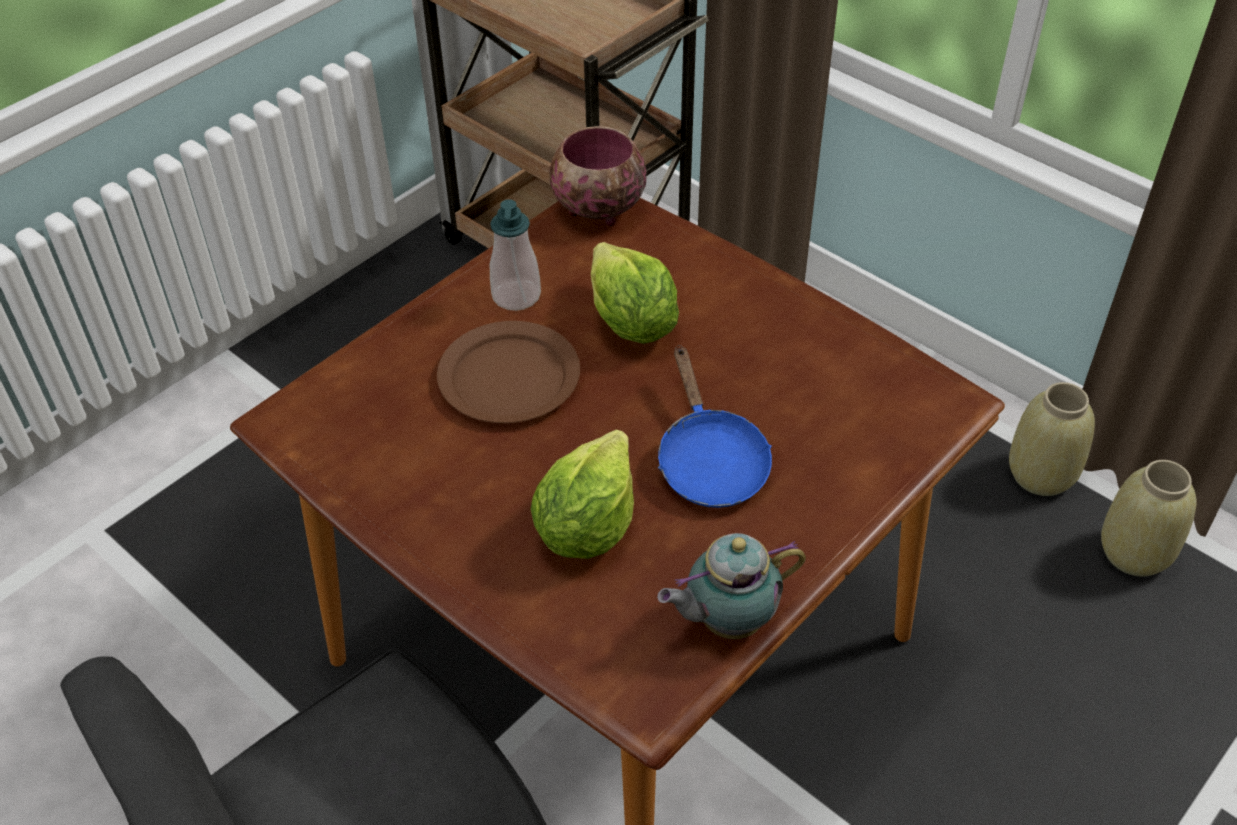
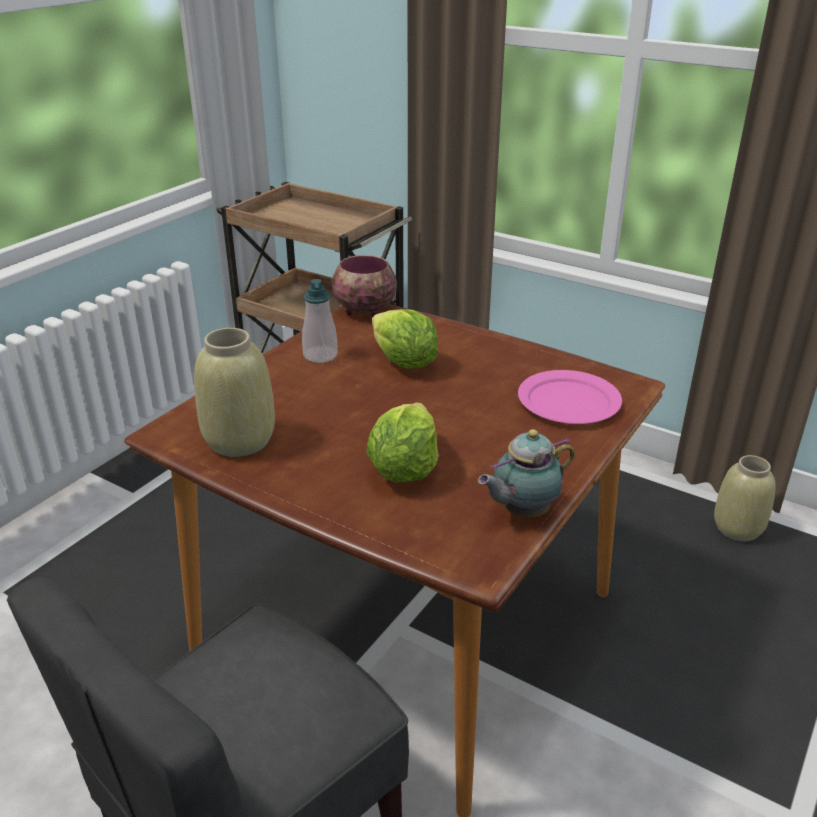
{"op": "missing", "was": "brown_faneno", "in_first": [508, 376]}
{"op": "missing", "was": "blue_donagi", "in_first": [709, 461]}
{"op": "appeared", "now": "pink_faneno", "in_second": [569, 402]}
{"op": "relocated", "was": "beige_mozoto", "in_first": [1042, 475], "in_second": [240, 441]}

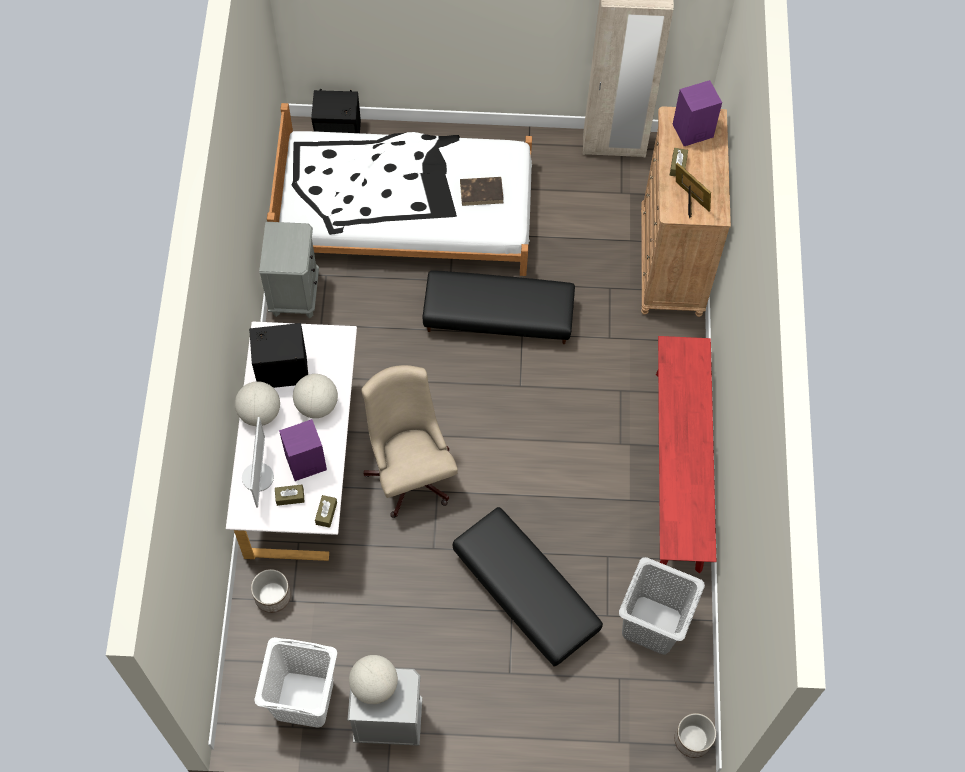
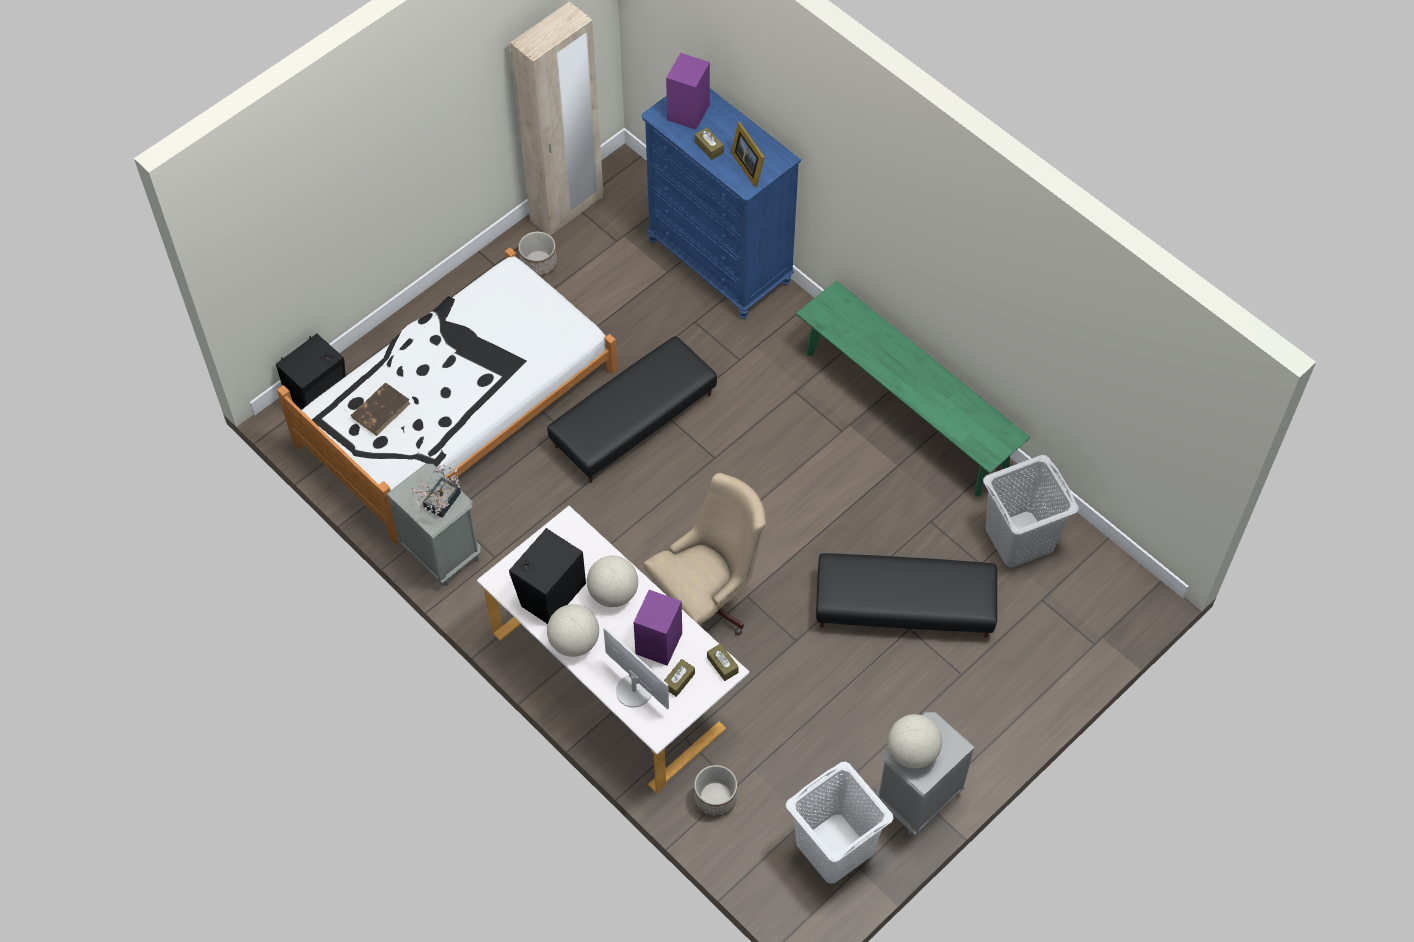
{"op": "appeared", "now": "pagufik", "in_second": [439, 504]}
{"op": "relocated", "was": "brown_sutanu", "in_first": [482, 192], "in_second": [381, 410]}
{"op": "relocated", "was": "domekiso", "in_first": [692, 739], "in_second": [538, 264]}
{"op": "colour", "was": "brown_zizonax", "now": "blue_zizonax", "in_first": [671, 263], "in_second": [720, 262]}
{"op": "colour", "was": "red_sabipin", "now": "green_sabipin", "in_first": [678, 469], "in_second": [906, 410]}
{"op": "spun", "was": "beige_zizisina", "in_first": [410, 471], "in_second": [707, 601], "clockwise": 120}
{"op": "spun", "was": "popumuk", "in_first": [689, 200], "in_second": [749, 166], "clockwise": -120}

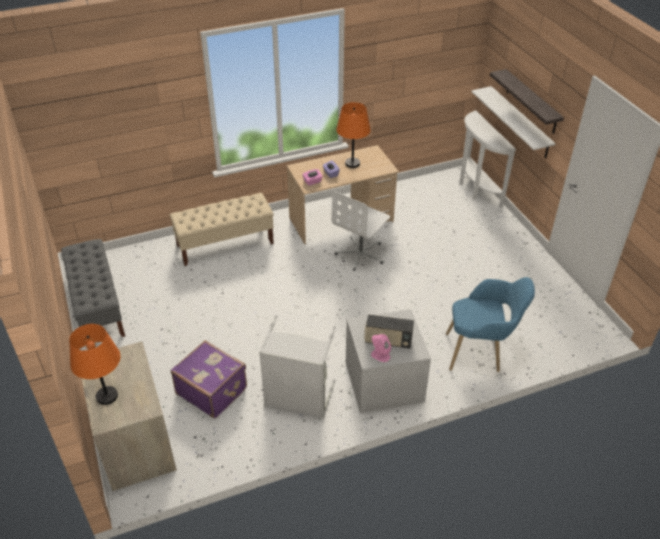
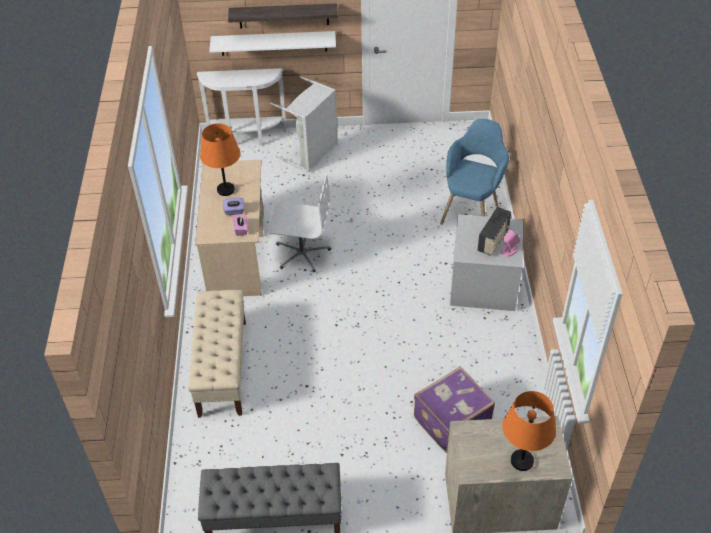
{"op": "relocated", "was": "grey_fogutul", "in_first": [298, 399], "in_second": [312, 153]}
{"op": "spun", "was": "white_zizisina", "in_first": [361, 254], "in_second": [301, 253], "clockwise": -45}

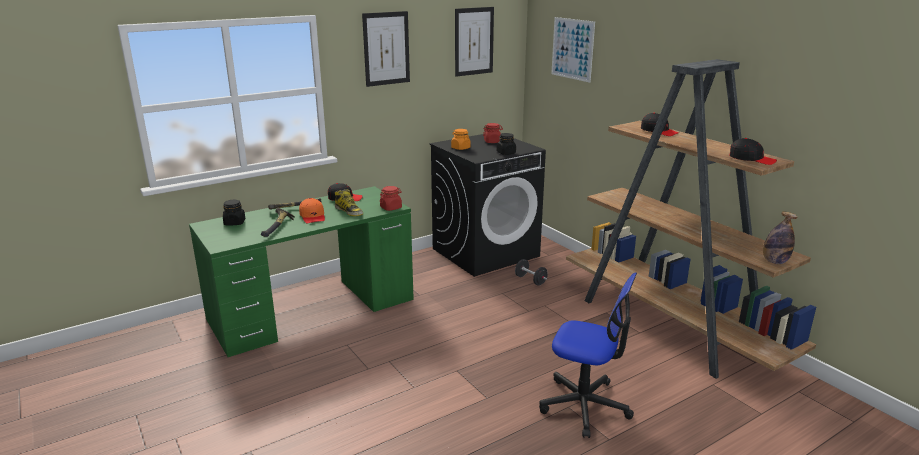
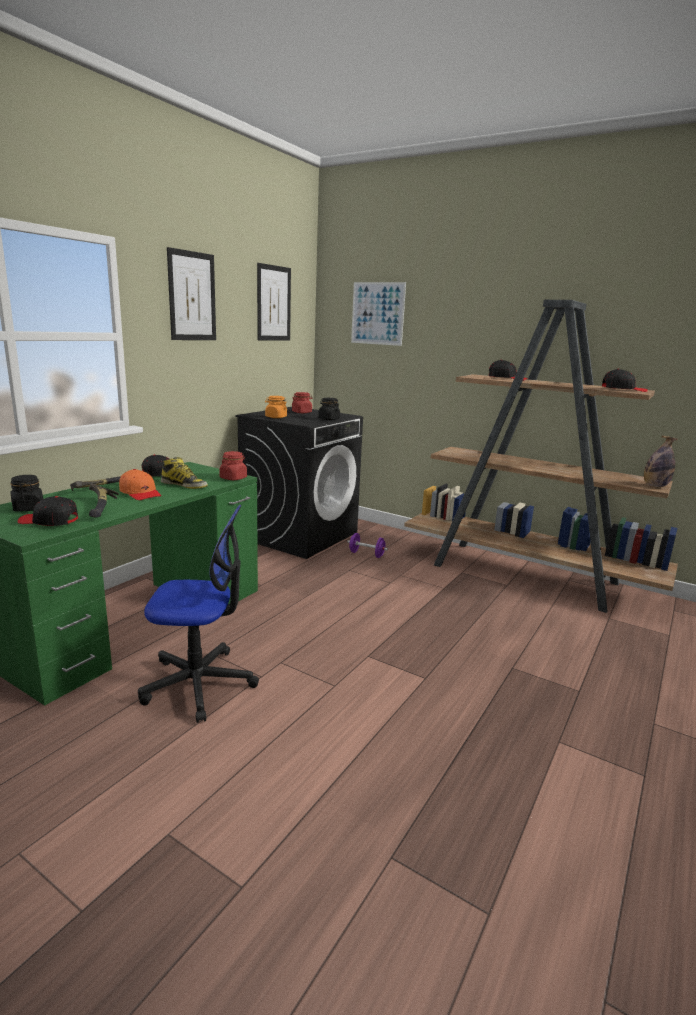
{"op": "appeared", "now": "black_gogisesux", "in_second": [49, 521]}
{"op": "relocated", "was": "zizisina", "in_first": [584, 405], "in_second": [199, 683]}
{"op": "colour", "was": "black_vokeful", "now": "purple_vokeful", "in_first": [530, 280], "in_second": [366, 554]}

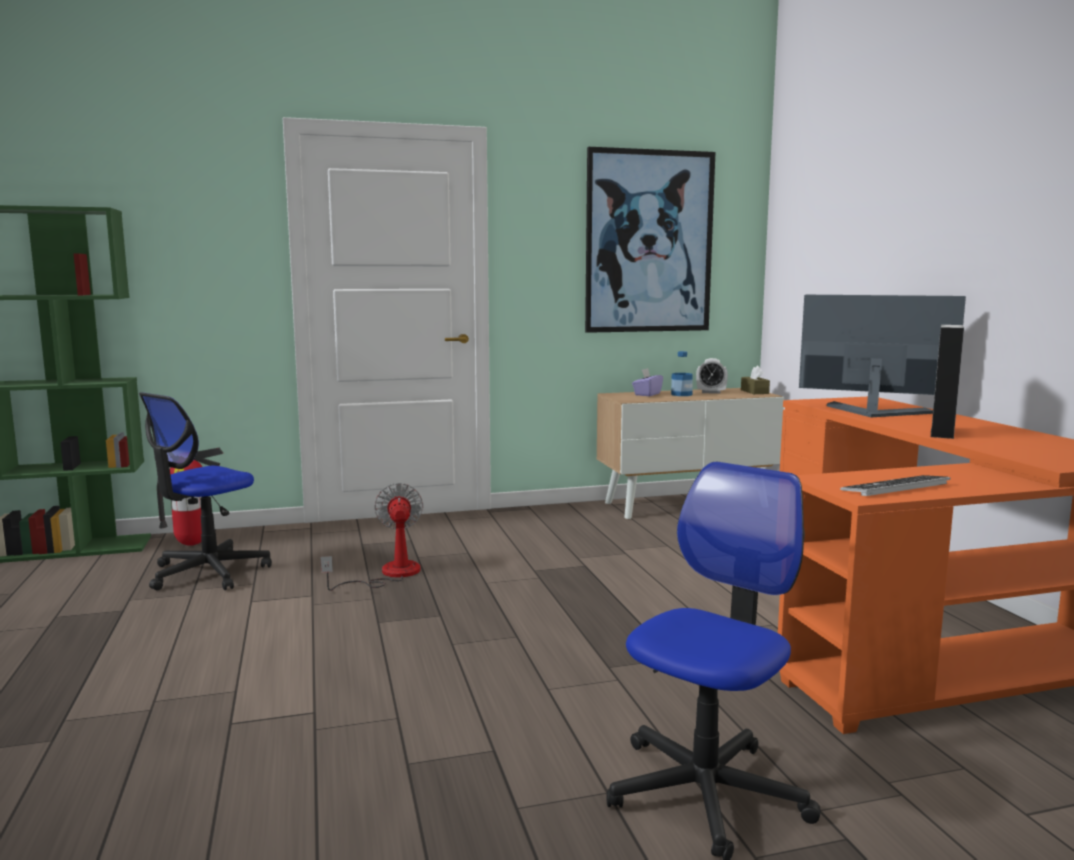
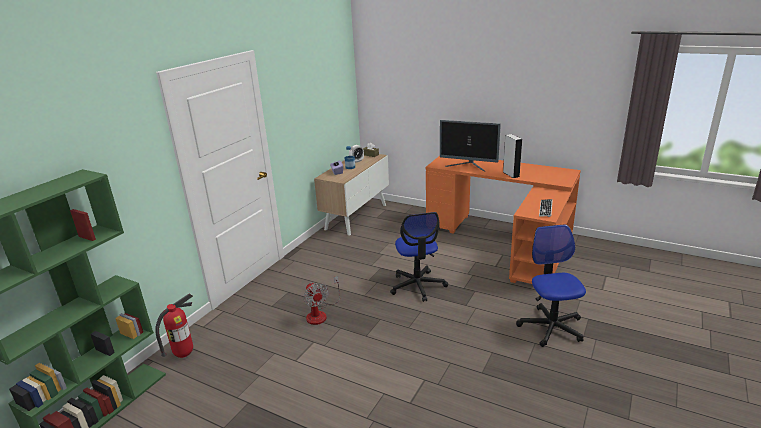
{"op": "missing", "was": "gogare", "in_first": [649, 242]}
{"op": "relocated", "was": "zizisina", "in_first": [208, 572], "in_second": [417, 286]}
{"op": "spun", "was": "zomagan", "in_first": [389, 574], "in_second": [320, 313], "clockwise": -150}
{"op": "spun", "was": "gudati", "in_first": [873, 412], "in_second": [468, 166], "clockwise": -135}

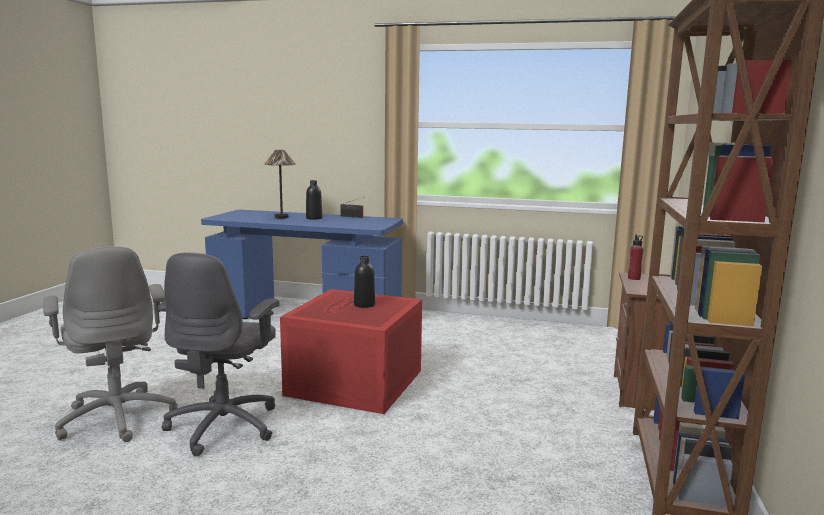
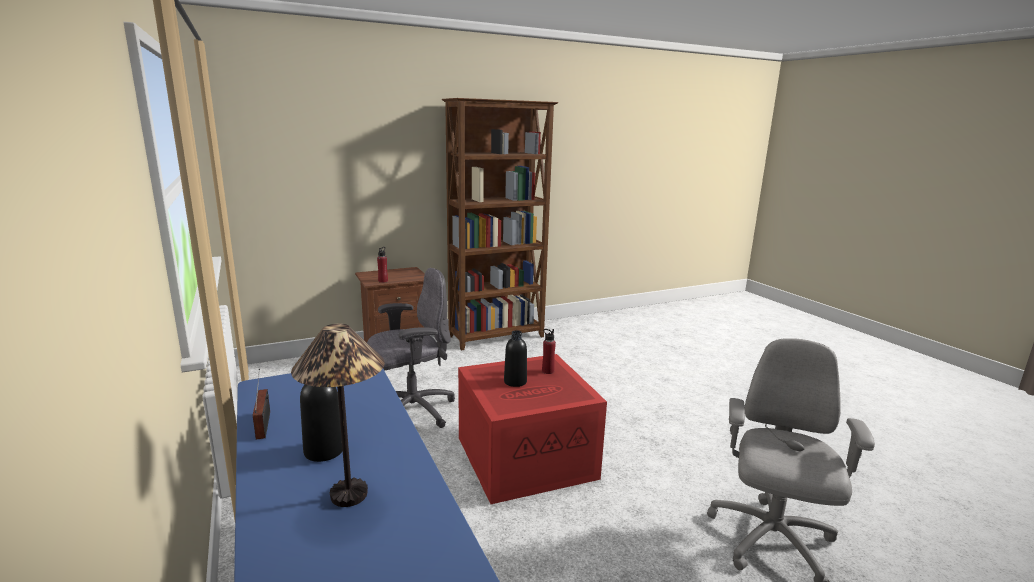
{"op": "appeared", "now": "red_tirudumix", "in_second": [548, 371]}
{"op": "relocated", "was": "grey_zizisina", "in_first": [225, 426], "in_second": [411, 411]}

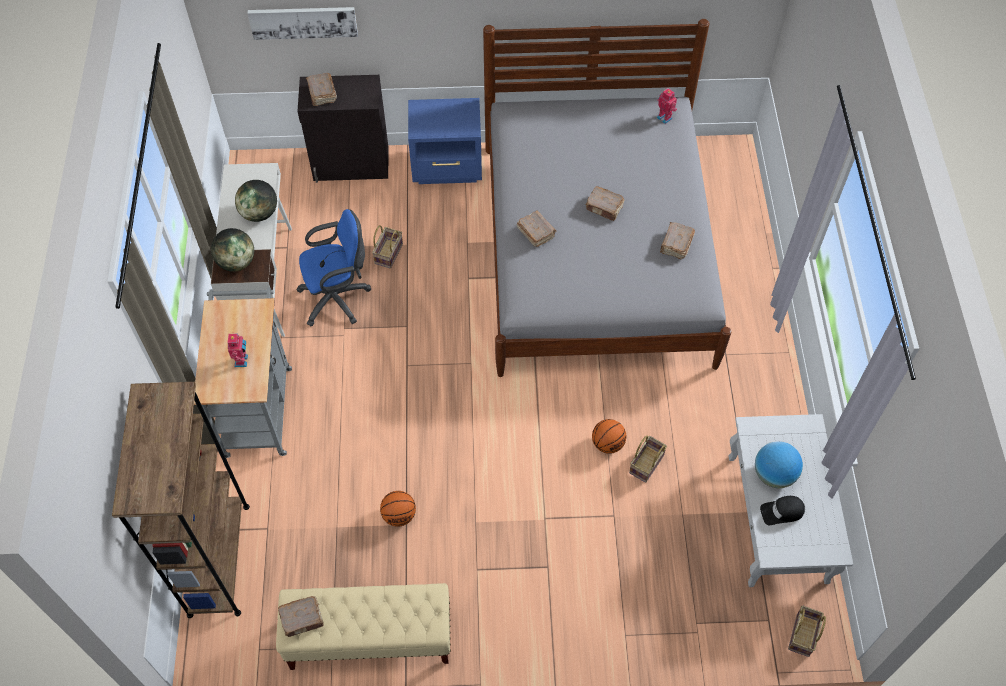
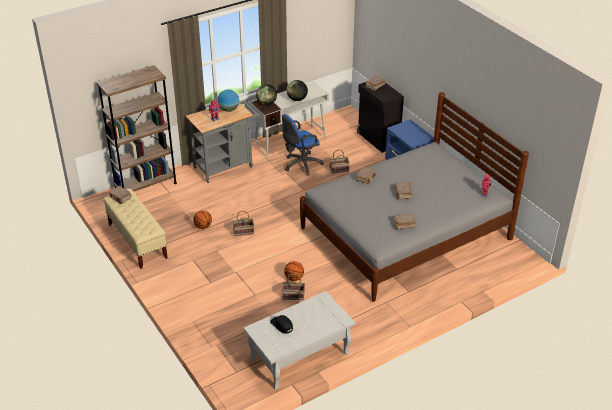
{"op": "missing", "was": "gogare", "in_first": [303, 21]}
{"op": "relocated", "was": "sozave", "in_first": [773, 474], "in_second": [228, 109]}
{"op": "relocated", "was": "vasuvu", "in_first": [803, 636], "in_second": [243, 232]}
{"op": "spun", "was": "blue_zizisina", "in_first": [338, 298], "in_second": [300, 165], "clockwise": 105}

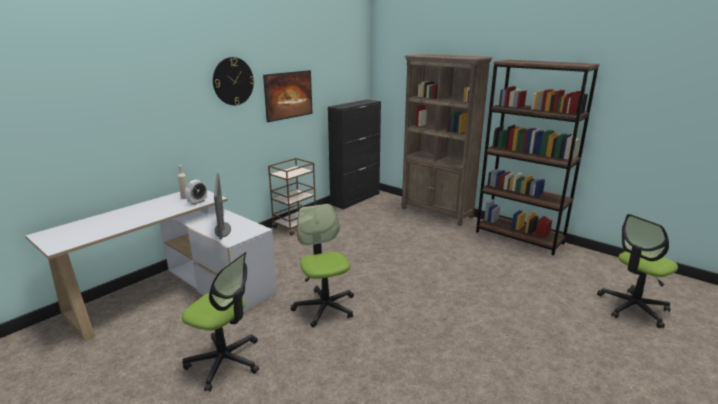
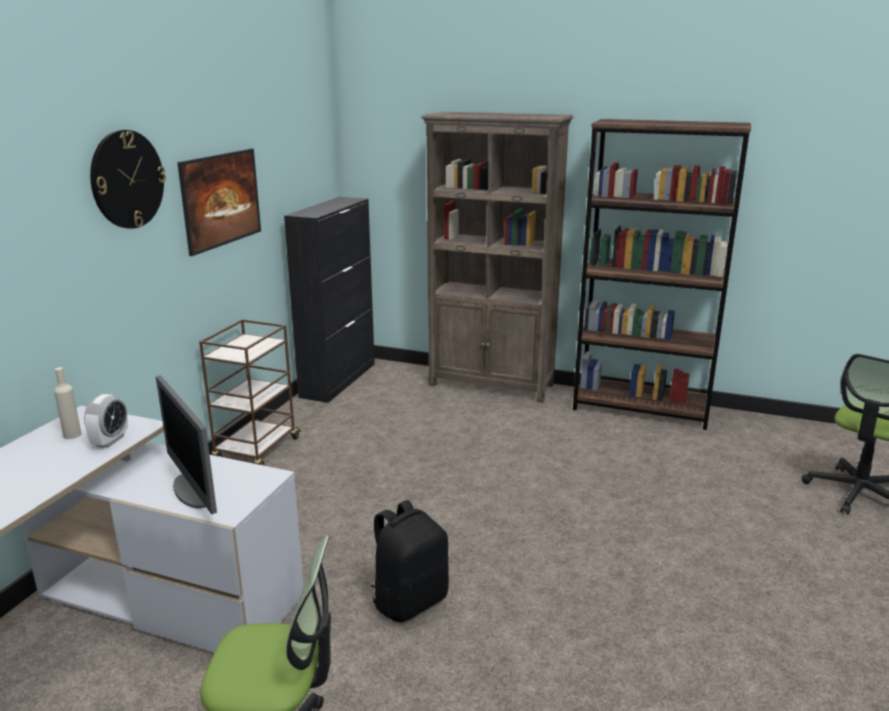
{"op": "exchanged", "was": "zizisina", "now": "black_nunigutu", "in_first": [325, 307], "in_second": [410, 601]}

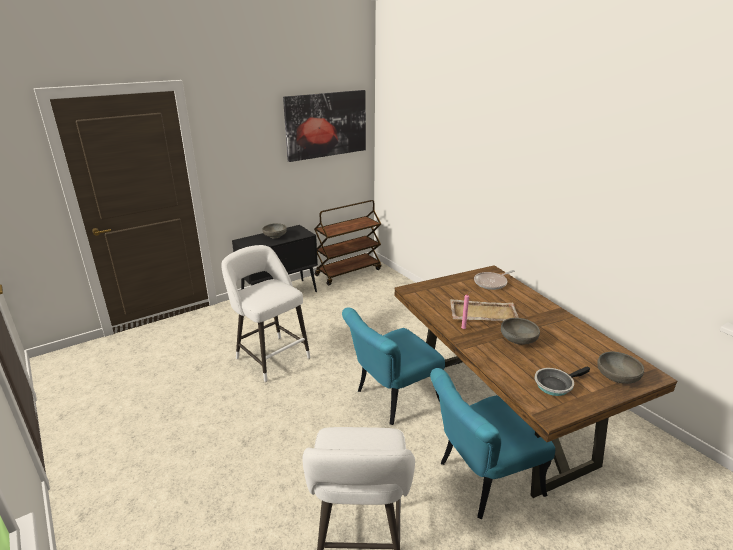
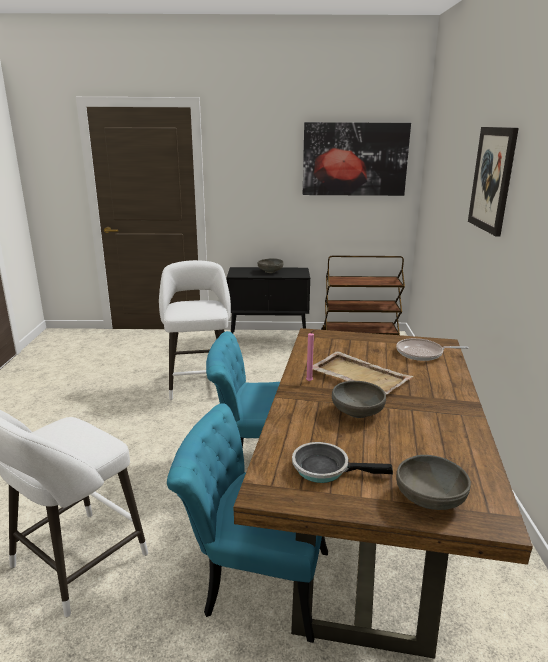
{"op": "appeared", "now": "gogare", "in_second": [492, 179]}

